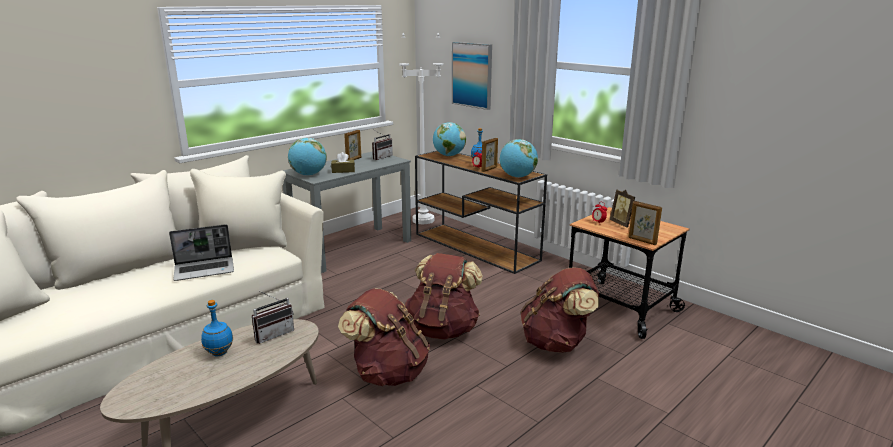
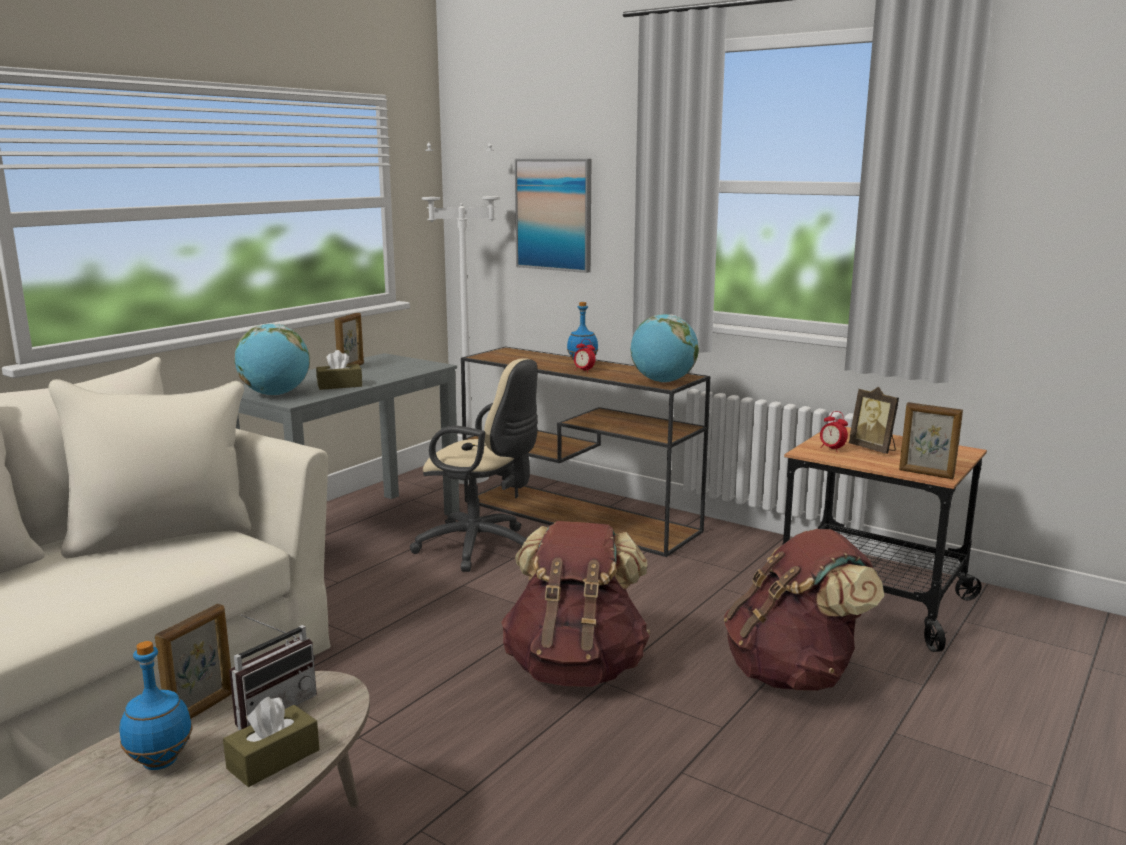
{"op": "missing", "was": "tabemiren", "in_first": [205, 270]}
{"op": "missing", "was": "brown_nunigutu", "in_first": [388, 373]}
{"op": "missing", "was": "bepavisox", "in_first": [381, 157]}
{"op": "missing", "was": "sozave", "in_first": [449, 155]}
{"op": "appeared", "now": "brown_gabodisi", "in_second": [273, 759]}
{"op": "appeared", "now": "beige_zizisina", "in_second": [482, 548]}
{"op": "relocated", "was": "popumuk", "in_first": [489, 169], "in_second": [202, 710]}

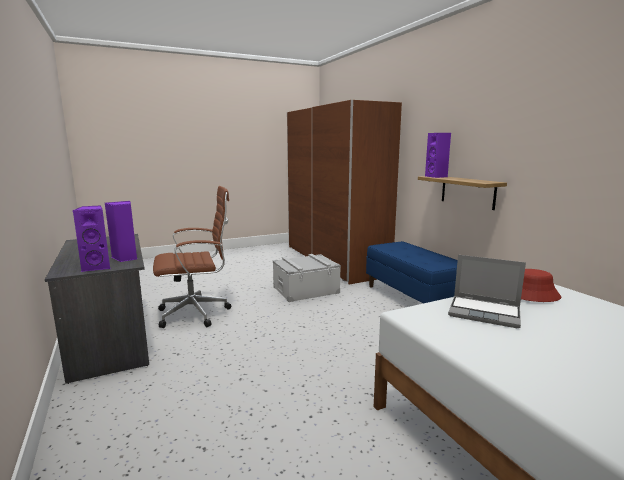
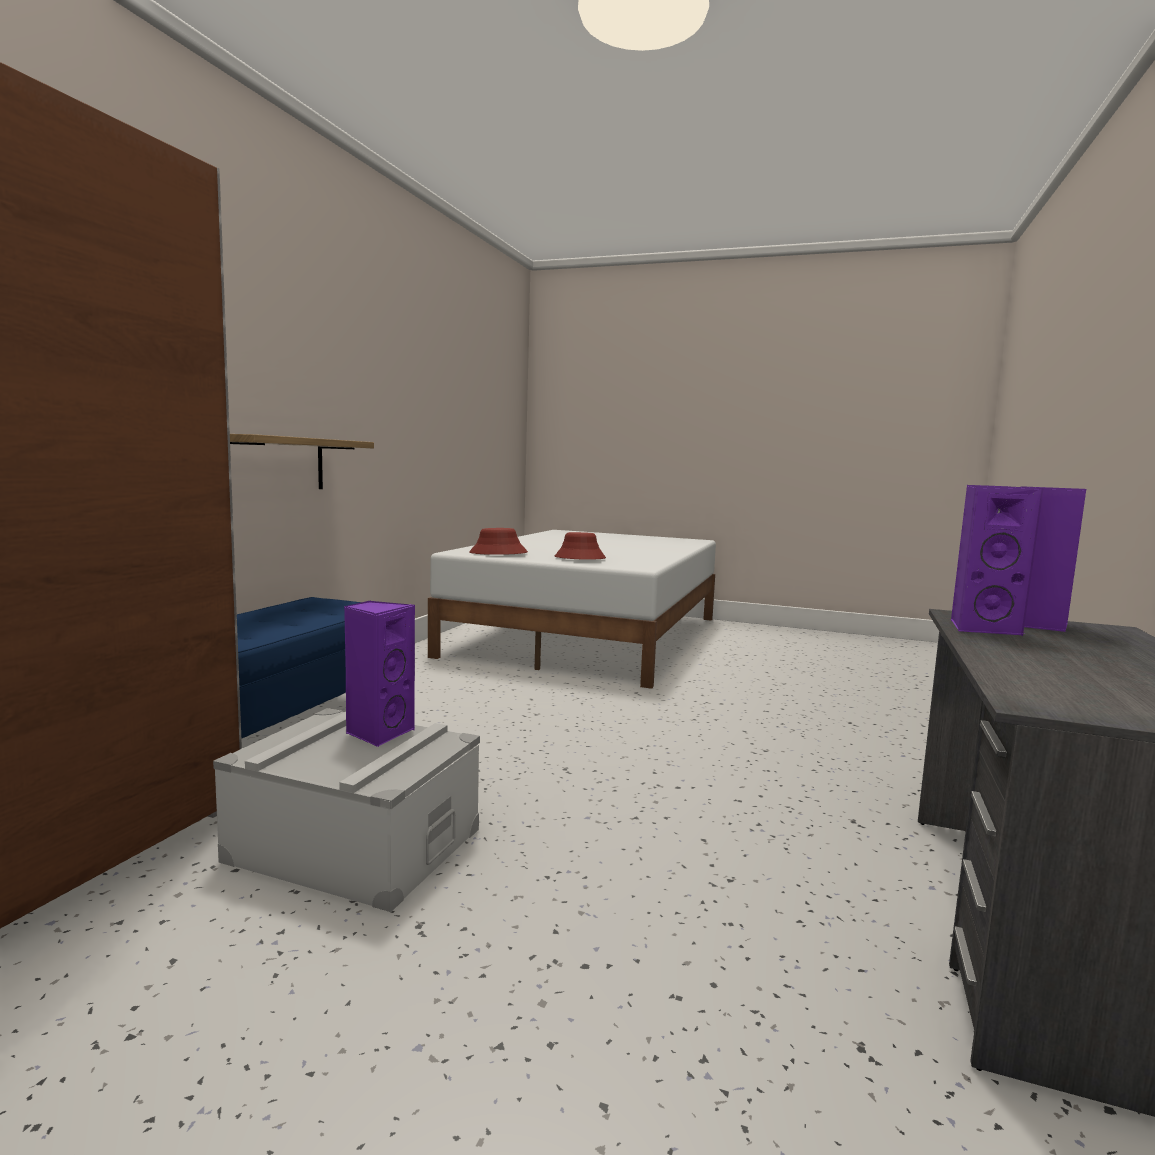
{"op": "missing", "was": "brown_zizisina", "in_first": [197, 313]}
{"op": "relocated", "was": "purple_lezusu", "in_first": [437, 177], "in_second": [378, 733]}
{"op": "exchanged", "was": "tabemiren", "now": "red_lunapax", "in_first": [485, 312], "in_second": [579, 558]}

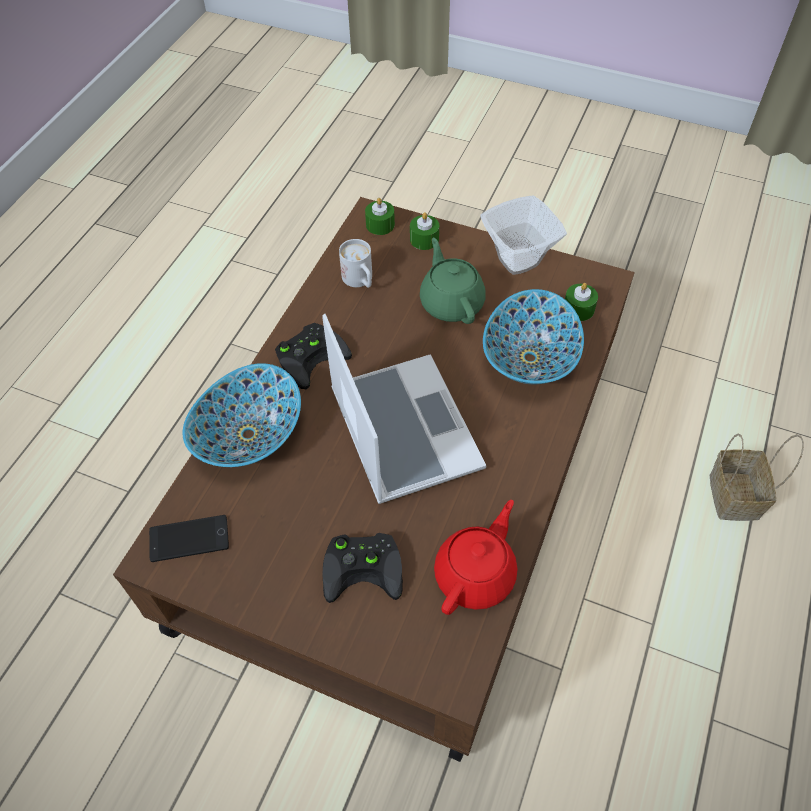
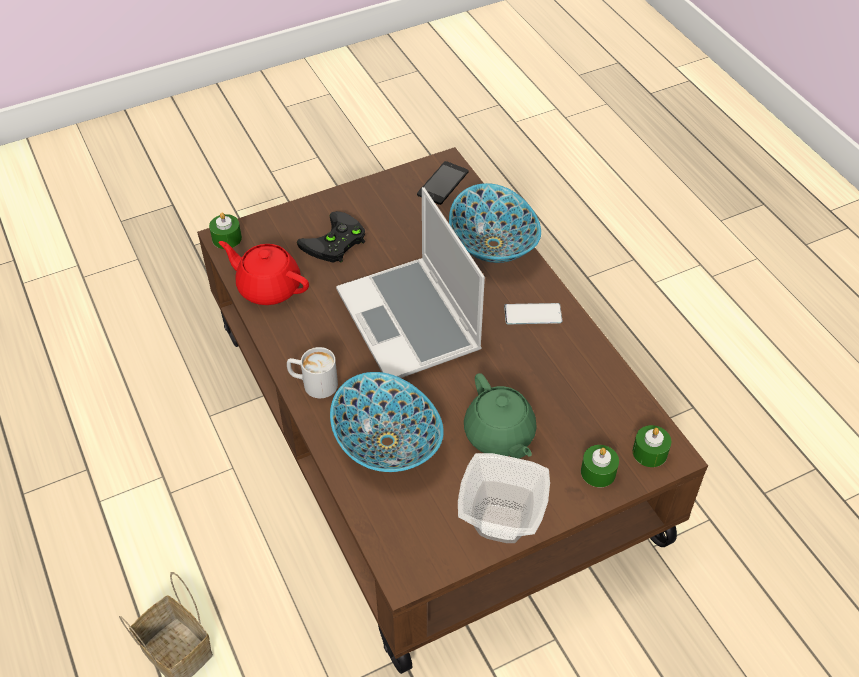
{"op": "relocated", "was": "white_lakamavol", "in_first": [360, 281], "in_second": [313, 384]}
{"op": "relocated", "was": "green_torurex", "in_first": [578, 309], "in_second": [227, 238]}
{"op": "exchanged", "was": "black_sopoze", "now": "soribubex", "in_first": [311, 355], "in_second": [533, 314]}
{"op": "spun", "was": "tabemiren", "in_first": [402, 428], "in_second": [411, 322], "clockwise": 45}
{"op": "spun", "was": "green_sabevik", "in_first": [451, 302], "in_second": [499, 435], "clockwise": 45}
{"op": "spun", "was": "red_sabevik", "in_first": [476, 574], "in_second": [268, 287], "clockwise": 135}

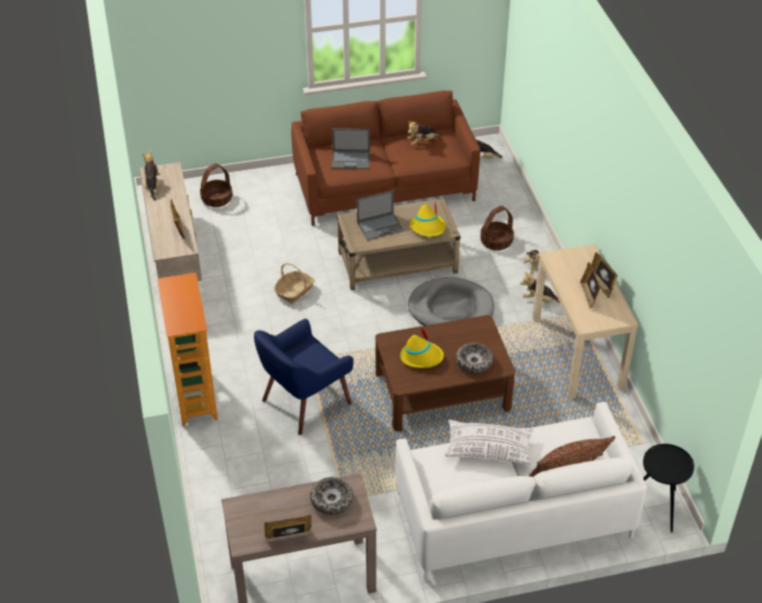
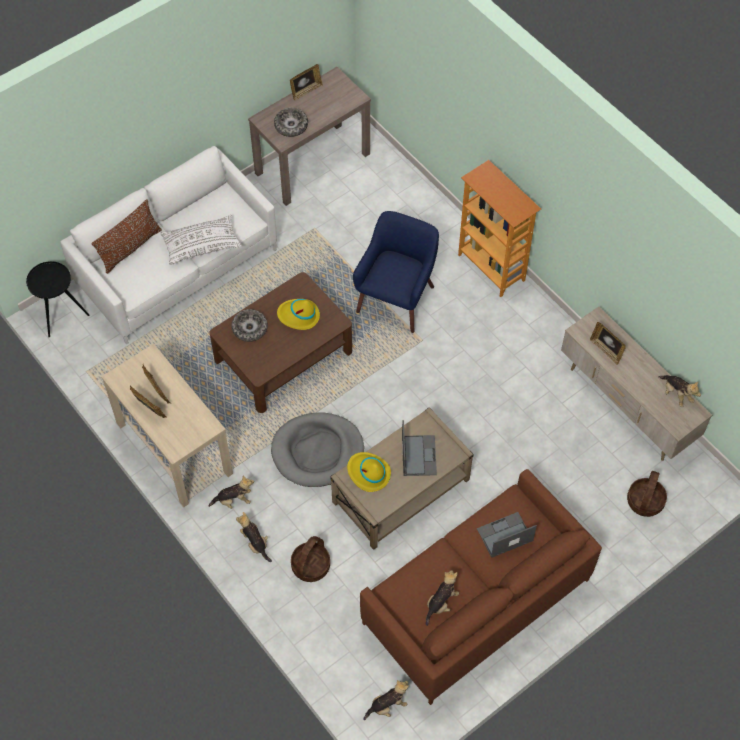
{"op": "missing", "was": "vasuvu", "in_first": [294, 291]}
{"op": "spun", "was": "tabemiren", "in_first": [380, 226], "in_second": [418, 455], "clockwise": 135}

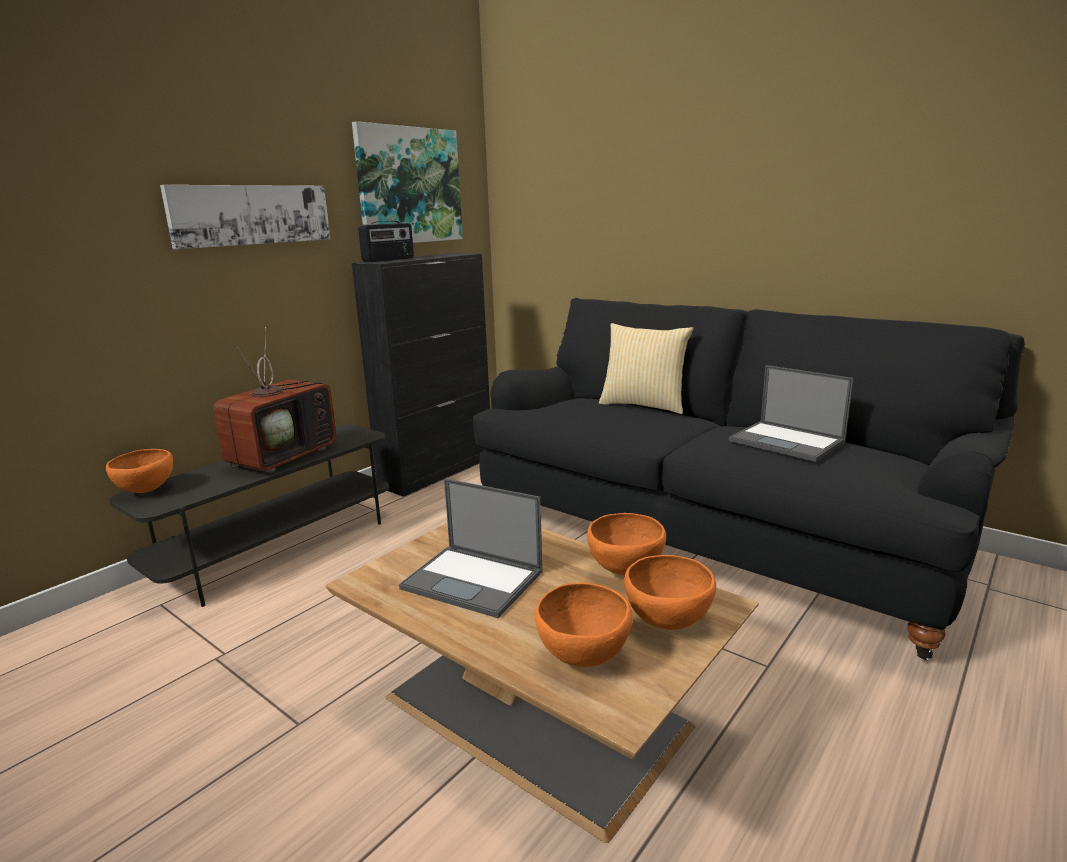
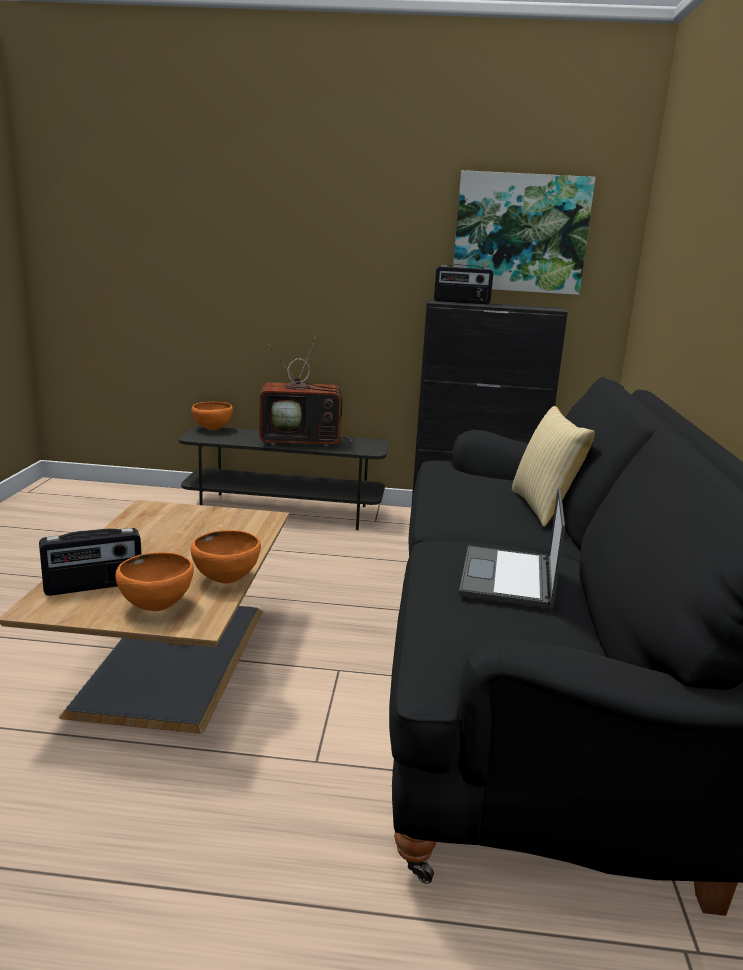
{"op": "missing", "was": "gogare", "in_first": [252, 215]}
{"op": "missing", "was": "tabemiren", "in_first": [474, 580]}
{"op": "exchanged", "was": "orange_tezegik", "now": "bepavisox", "in_first": [583, 657], "in_second": [94, 586]}

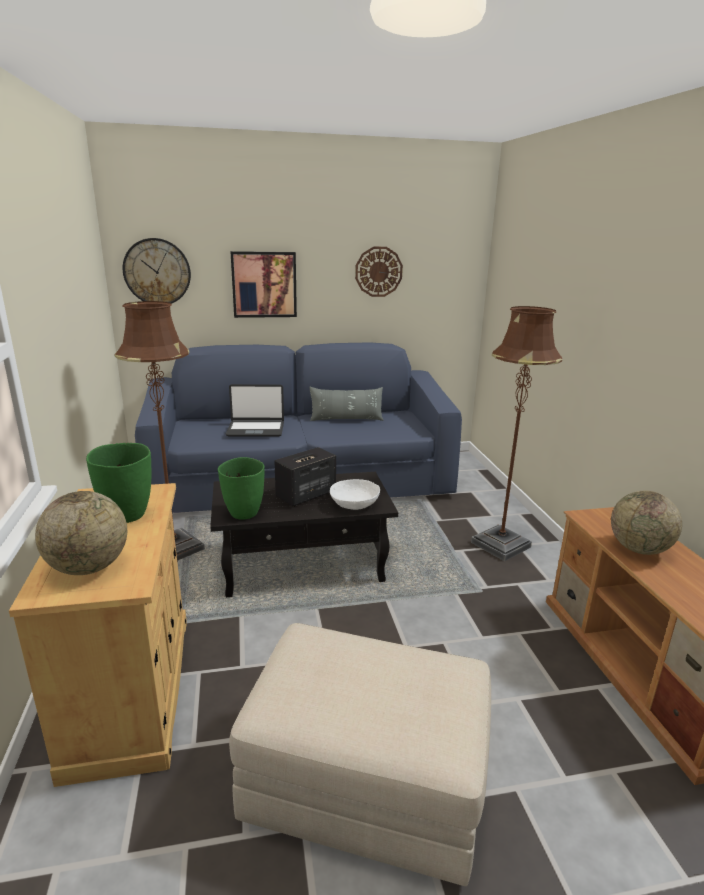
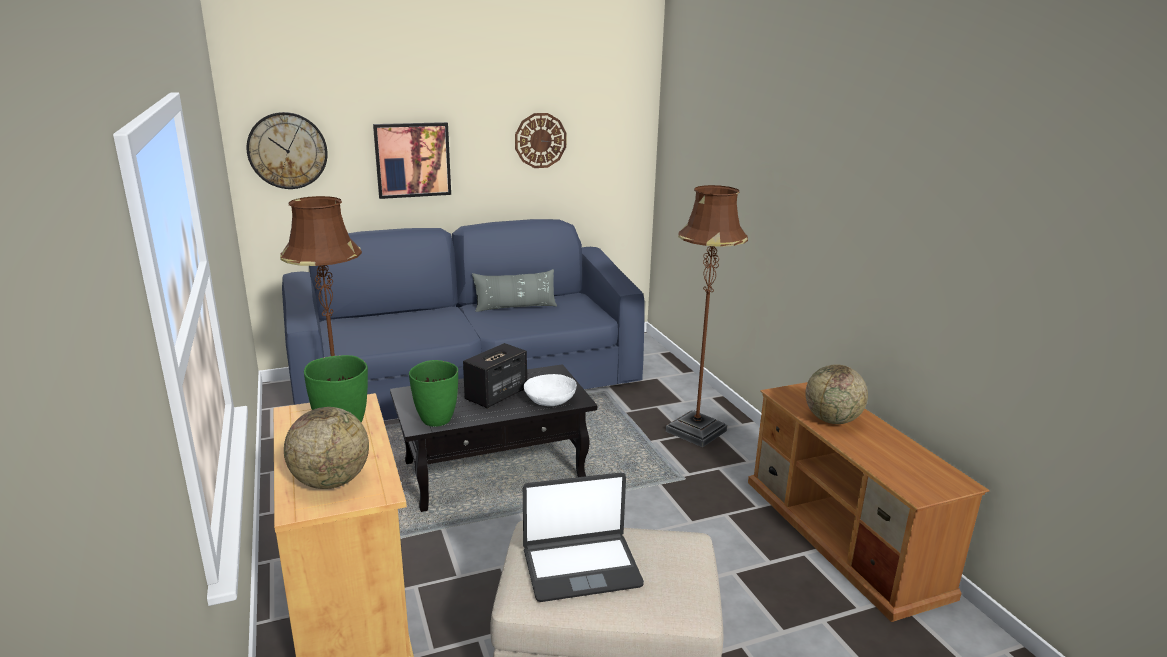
{"op": "relocated", "was": "tabemiren", "in_first": [256, 429], "in_second": [581, 567]}

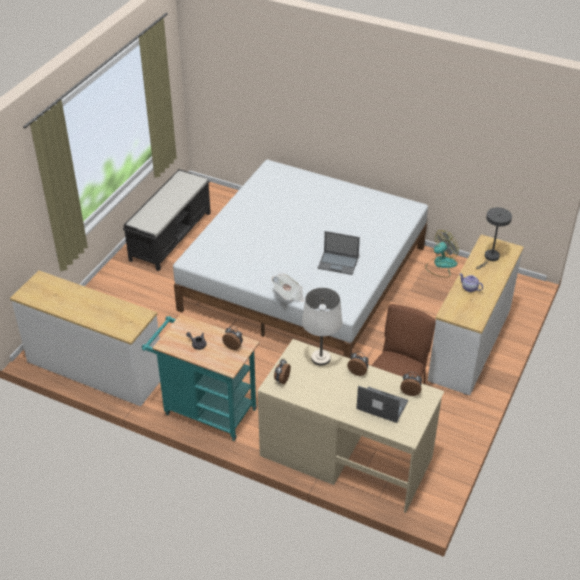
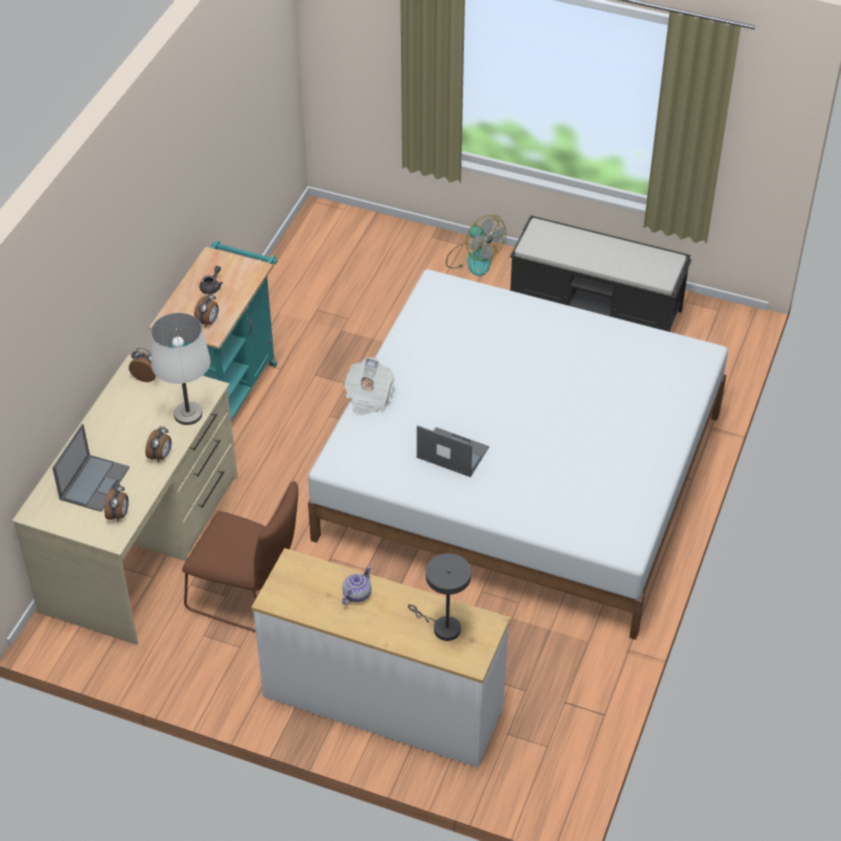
{"op": "missing", "was": "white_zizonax", "in_first": [95, 370]}
{"op": "relocated", "was": "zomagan", "in_first": [440, 265], "in_second": [473, 259]}
{"op": "spun", "was": "tabemiren", "in_first": [338, 263], "in_second": [451, 452], "clockwise": 105}

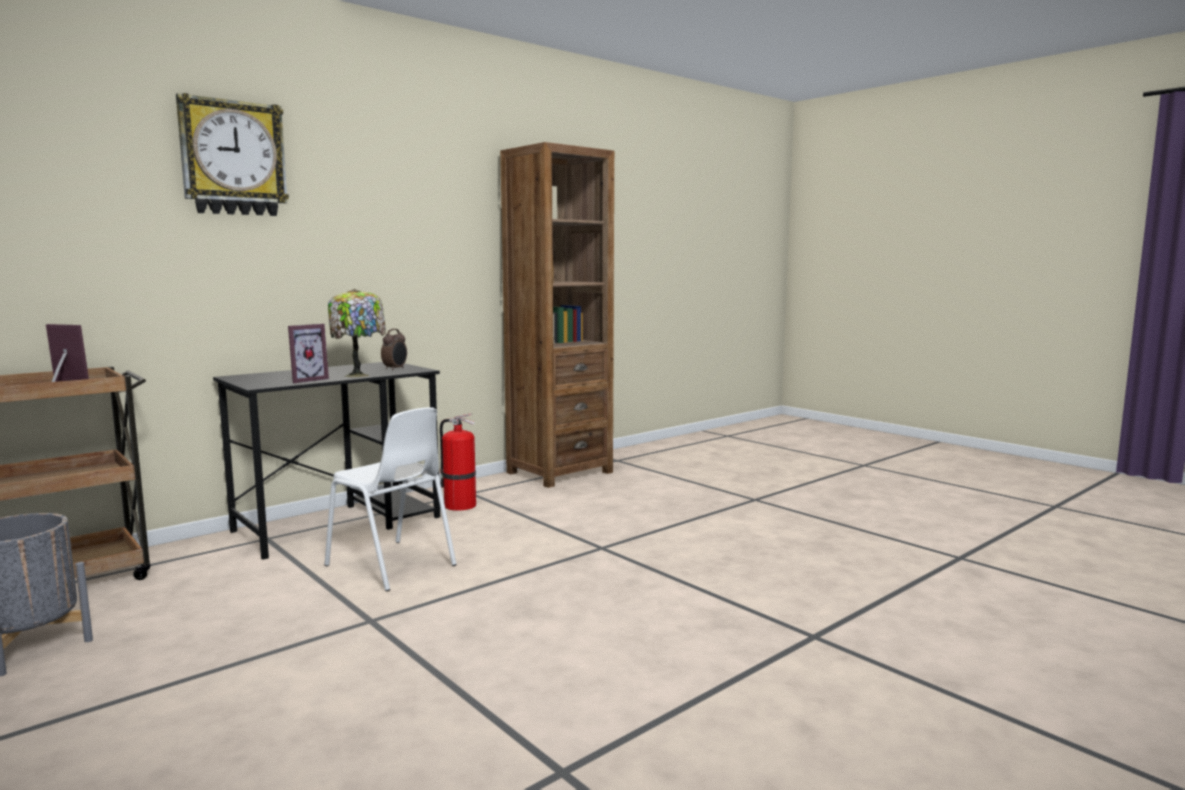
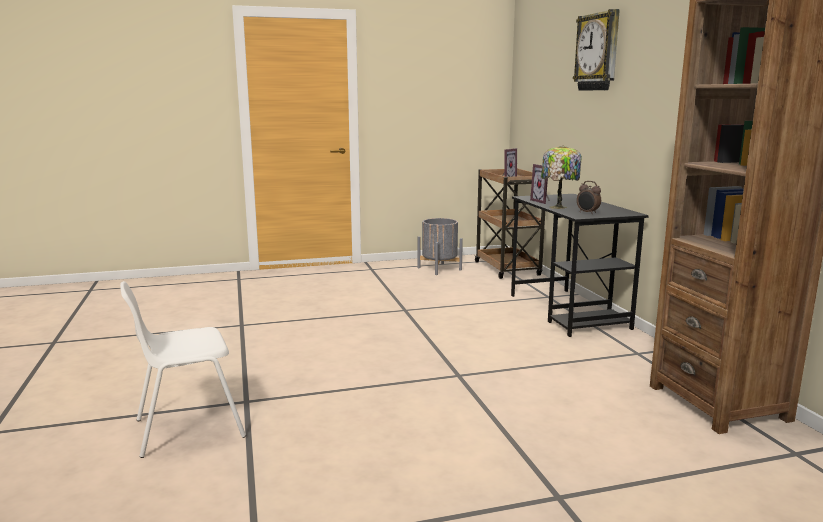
{"op": "missing", "was": "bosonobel", "in_first": [458, 505]}
{"op": "relocated", "was": "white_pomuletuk", "in_first": [392, 566], "in_second": [188, 428]}

